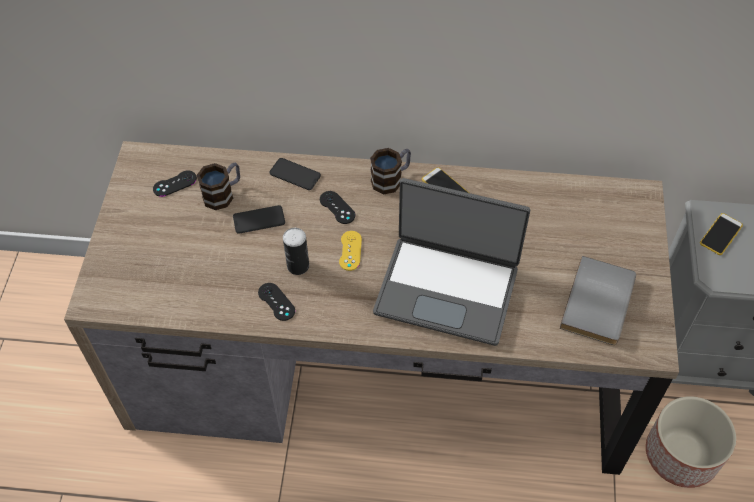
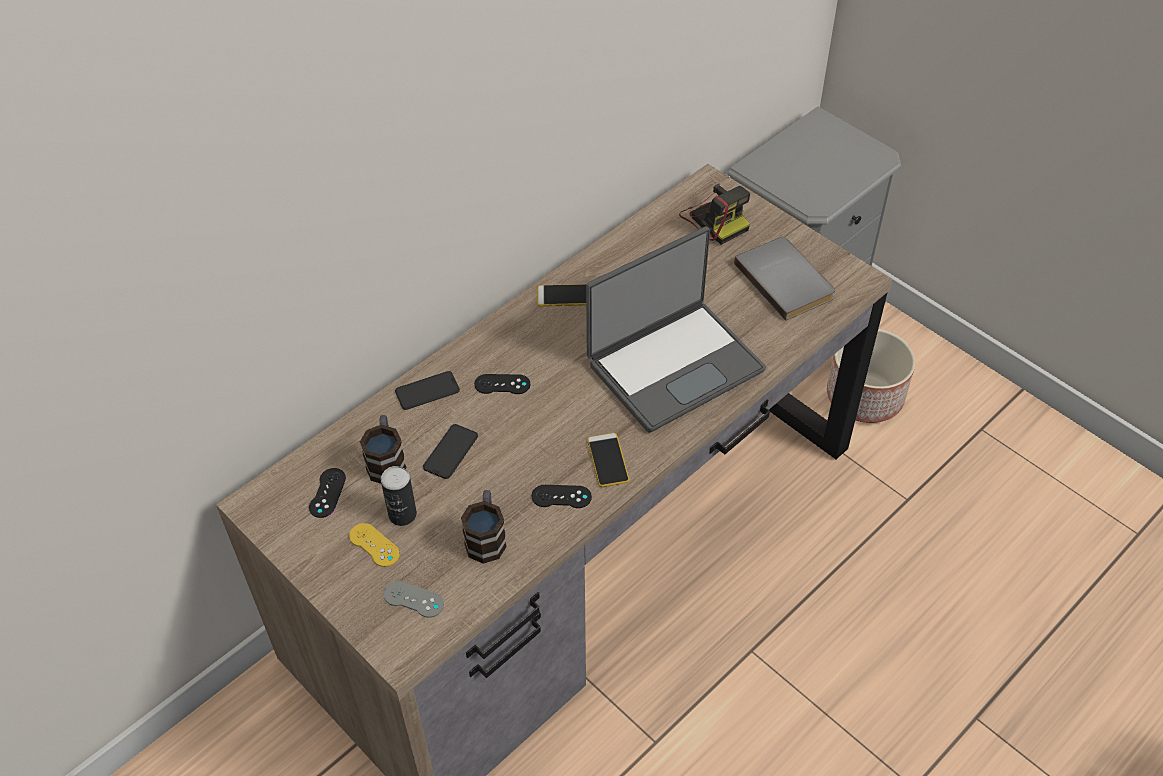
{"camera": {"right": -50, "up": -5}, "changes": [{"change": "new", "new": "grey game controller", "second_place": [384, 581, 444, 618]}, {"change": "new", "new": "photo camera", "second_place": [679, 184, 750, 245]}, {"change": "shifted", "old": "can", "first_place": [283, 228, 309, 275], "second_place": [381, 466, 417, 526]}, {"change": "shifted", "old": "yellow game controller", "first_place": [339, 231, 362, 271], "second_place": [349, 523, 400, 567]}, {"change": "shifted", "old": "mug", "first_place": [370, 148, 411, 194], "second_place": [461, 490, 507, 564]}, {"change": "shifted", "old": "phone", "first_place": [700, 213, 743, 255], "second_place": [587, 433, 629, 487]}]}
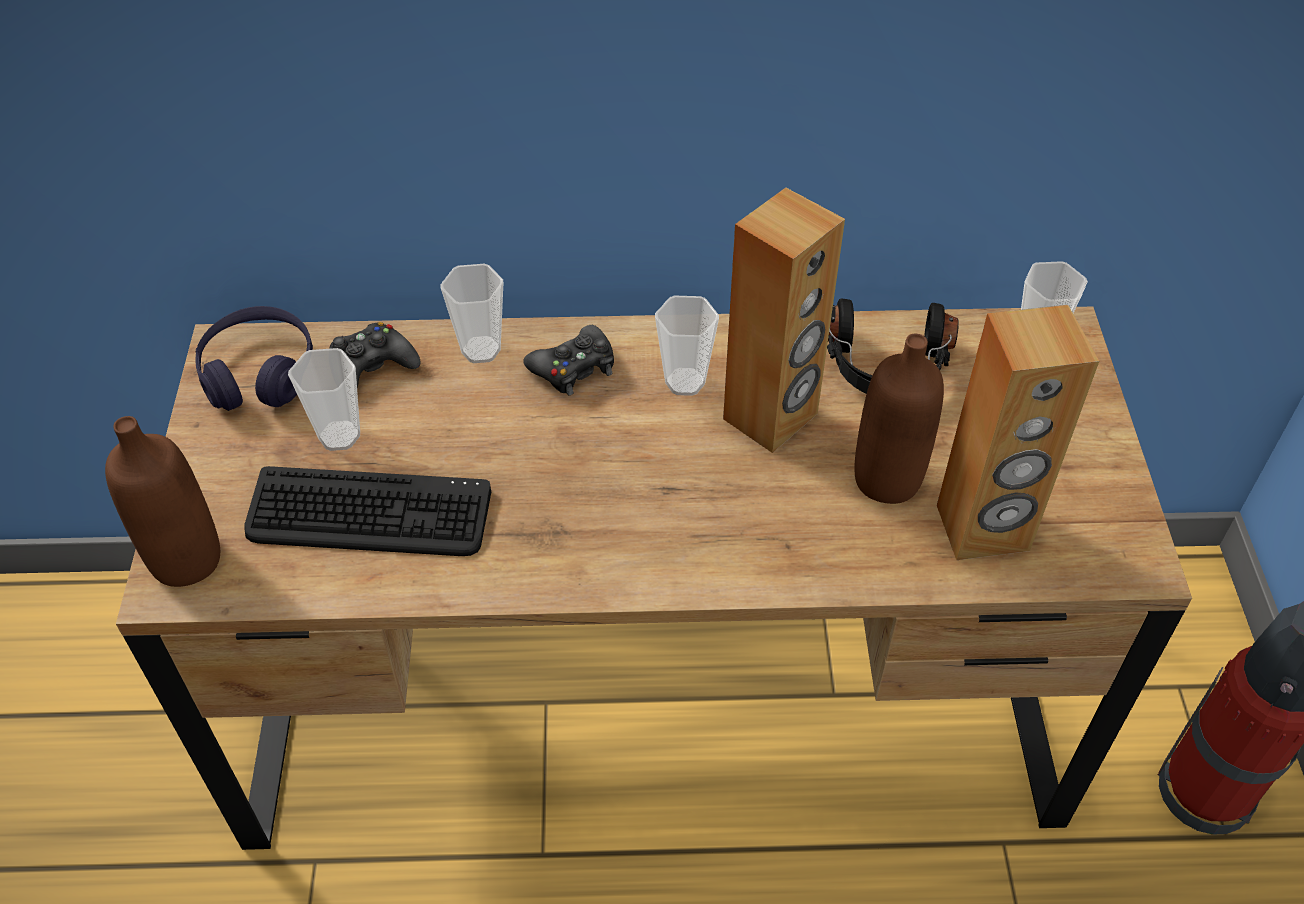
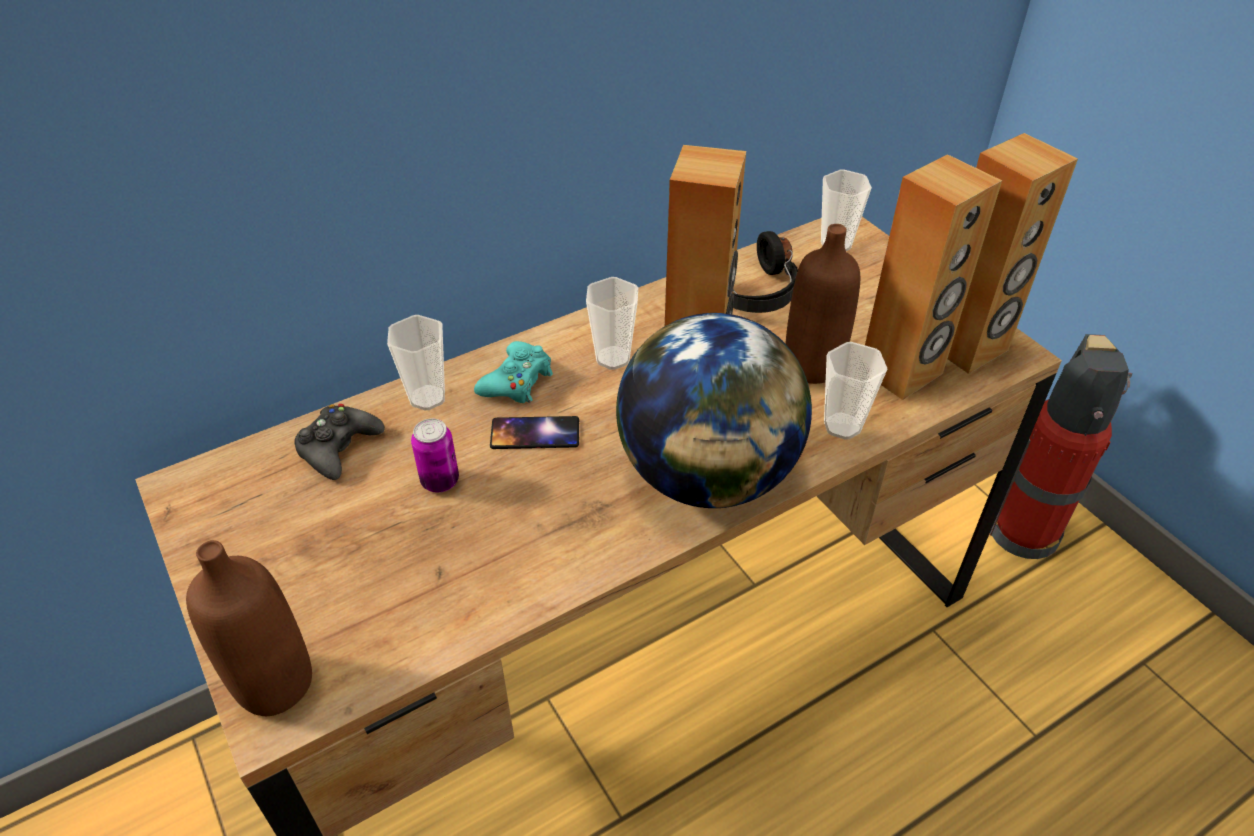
{"camera": {"right": -30, "up": -5}, "changes": [{"change": "gone", "old": "purple headphones", "first_place": [196, 306, 313, 411]}, {"change": "gone", "old": "keyboard", "first_place": [244, 466, 491, 556]}, {"change": "new", "new": "can", "second_place": [411, 419, 459, 492]}, {"change": "new", "new": "phone", "second_place": [490, 416, 579, 449]}, {"change": "new", "new": "globe", "second_place": [616, 313, 812, 508]}, {"change": "new", "new": "brown speaker", "second_place": [948, 133, 1078, 374]}, {"change": "shifted", "old": "cup", "first_place": [288, 348, 360, 451], "second_place": [824, 342, 888, 440]}, {"change": "repainted", "old": "black game controller", "new": "turquoise game controller", "first_place": [523, 325, 614, 395], "second_place": [474, 341, 553, 403]}]}
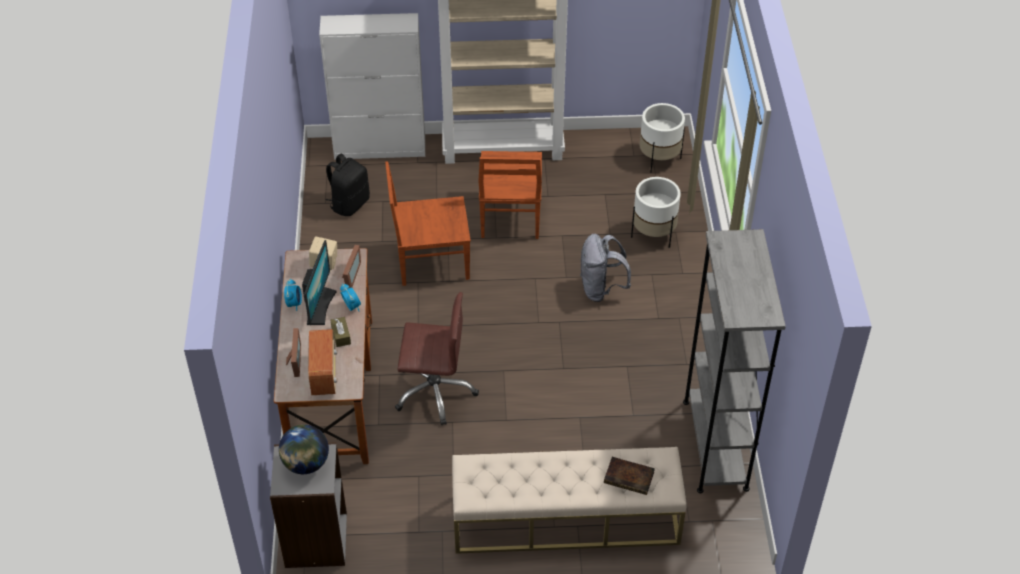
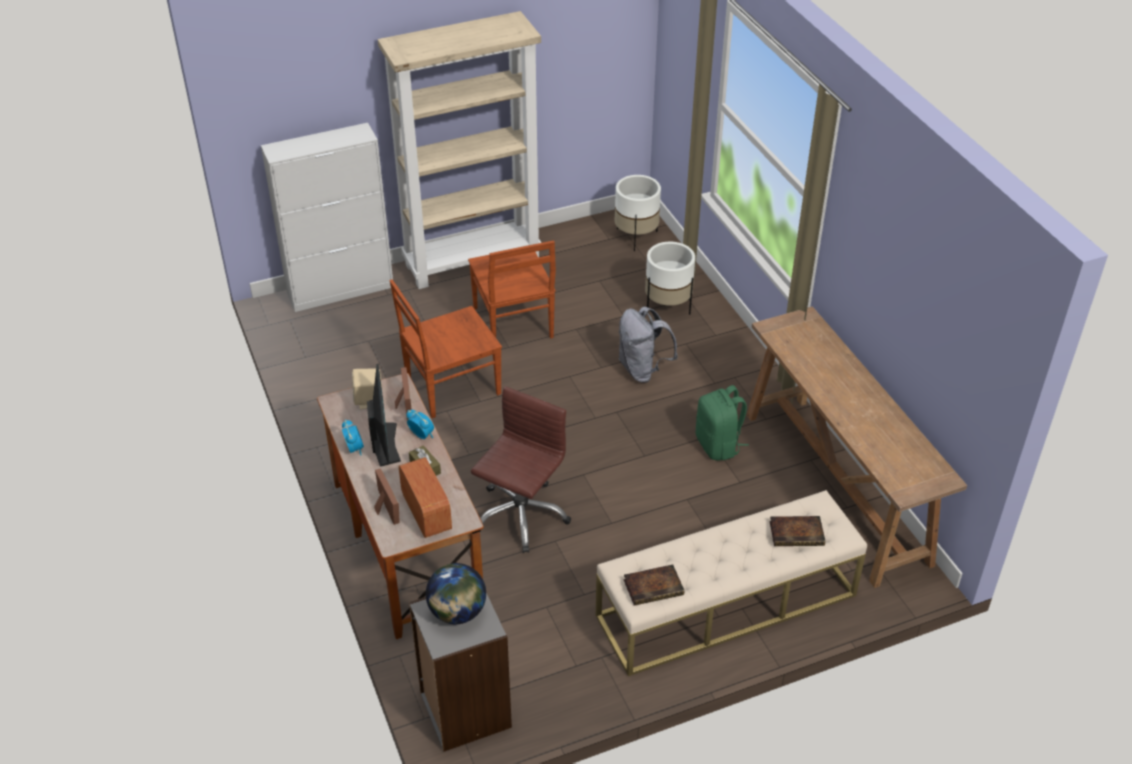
{"camera": {"right": -20, "up": -5}, "changes": [{"change": "gone", "old": "black backpack", "first_place": [326, 154, 370, 216]}, {"change": "new", "new": "book", "second_place": [624, 565, 684, 606]}, {"change": "new", "new": "green backpack", "second_place": [696, 385, 749, 461]}, {"change": "swapped", "old": "grey bookcase", "new": "brown console table", "first_place": [683, 229, 786, 493], "second_place": [747, 306, 967, 588]}, {"change": "rotated", "old": "brown office chair", "first_place": [395, 292, 479, 425], "second_place": [471, 386, 571, 553], "degrees": -45}]}
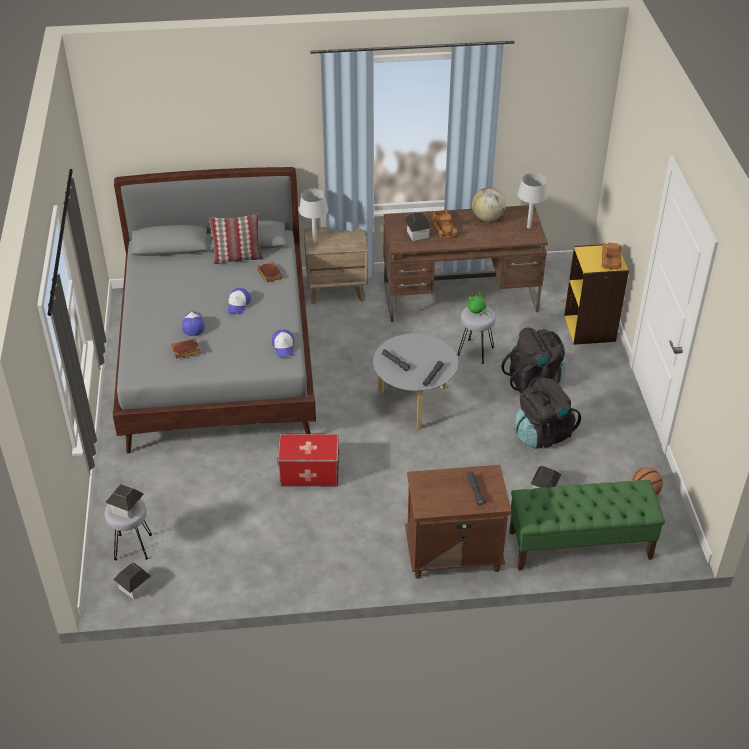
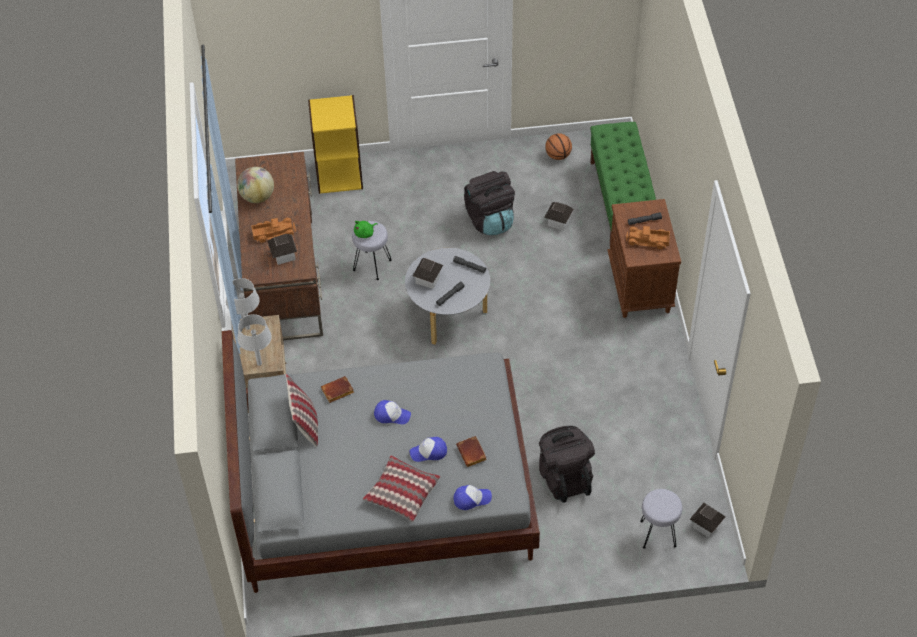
{"camera": {"right": -90, "up": 10}, "changes": [{"change": "gone", "old": "storage box", "first_place": [277, 434, 340, 486]}, {"change": "new", "new": "pillow", "second_place": [363, 455, 440, 523]}, {"change": "shifted", "old": "toy house", "first_place": [105, 484, 144, 519], "second_place": [413, 258, 443, 289]}, {"change": "shifted", "old": "cap", "first_place": [272, 329, 294, 357], "second_place": [453, 485, 492, 510]}, {"change": "shifted", "old": "black backpack", "first_place": [501, 328, 566, 394], "second_place": [539, 426, 595, 502]}, {"change": "shifted", "old": "grey table lamp", "first_place": [518, 173, 548, 228], "second_place": [226, 278, 260, 330]}, {"change": "shifted", "old": "toy truck", "first_place": [602, 243, 622, 270], "second_place": [626, 226, 670, 249]}]}
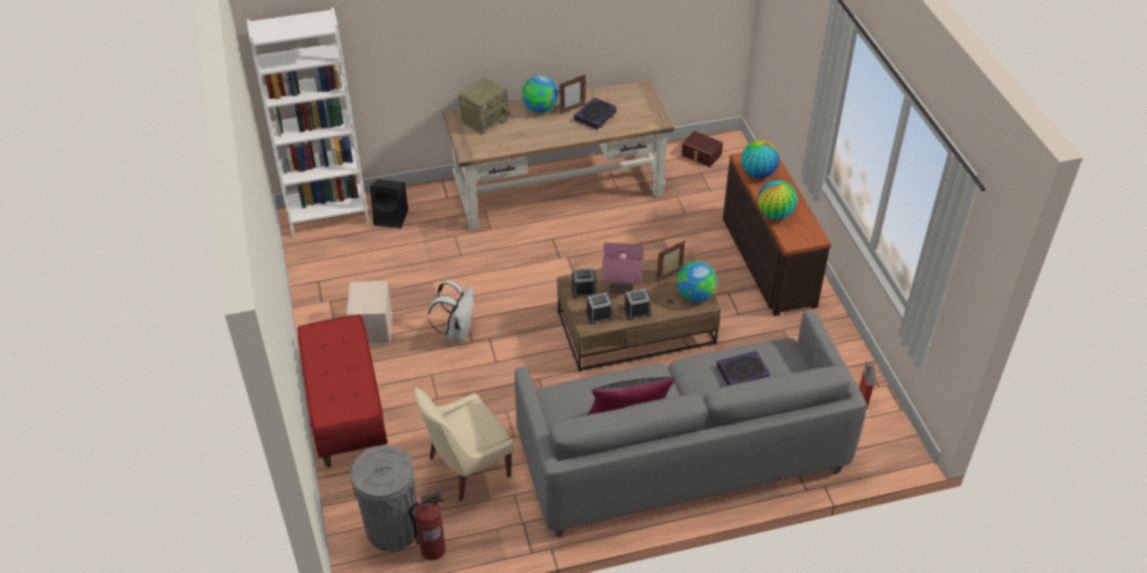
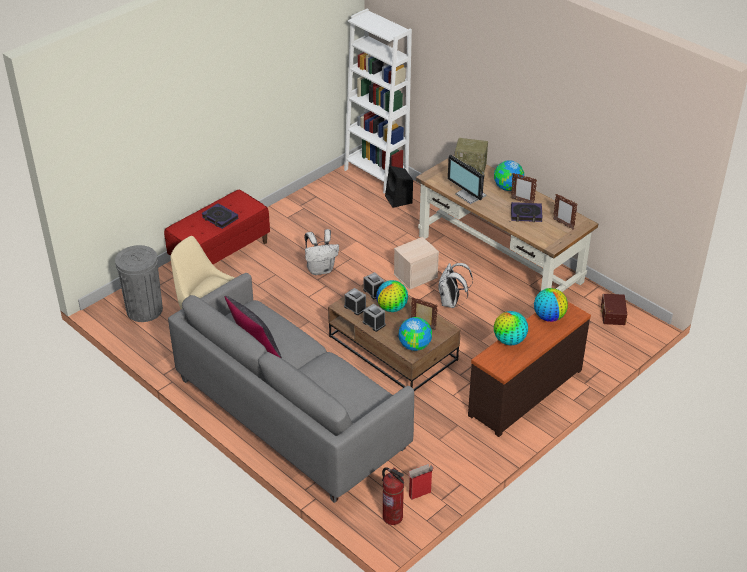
{"camera": {"right": 60, "up": -5}, "changes": [{"change": "new", "new": "white backpack", "second_place": [439, 263, 473, 308]}, {"change": "new", "new": "monitor", "second_place": [448, 155, 486, 204]}, {"change": "new", "new": "picture frame", "second_place": [553, 194, 577, 230]}, {"change": "shifted", "old": "beige storage box", "first_place": [346, 281, 392, 345], "second_place": [394, 237, 439, 290]}, {"change": "shifted", "old": "fire extinguisher", "first_place": [409, 492, 446, 560], "second_place": [382, 467, 404, 525]}, {"change": "shifted", "old": "book", "first_place": [716, 351, 771, 386], "second_place": [201, 203, 238, 229]}, {"change": "swapped", "old": "pink table lamp", "new": "globe", "first_place": [602, 242, 644, 294], "second_place": [376, 280, 408, 312]}]}
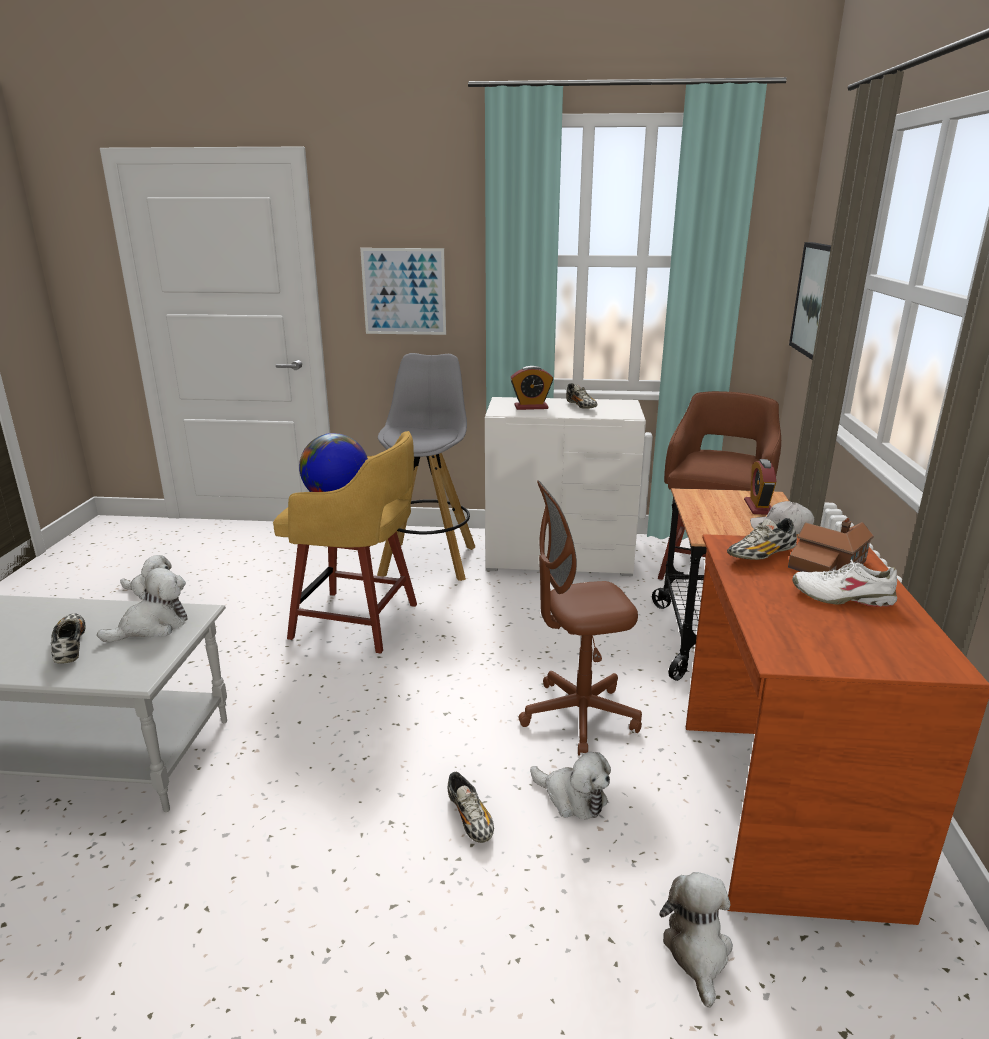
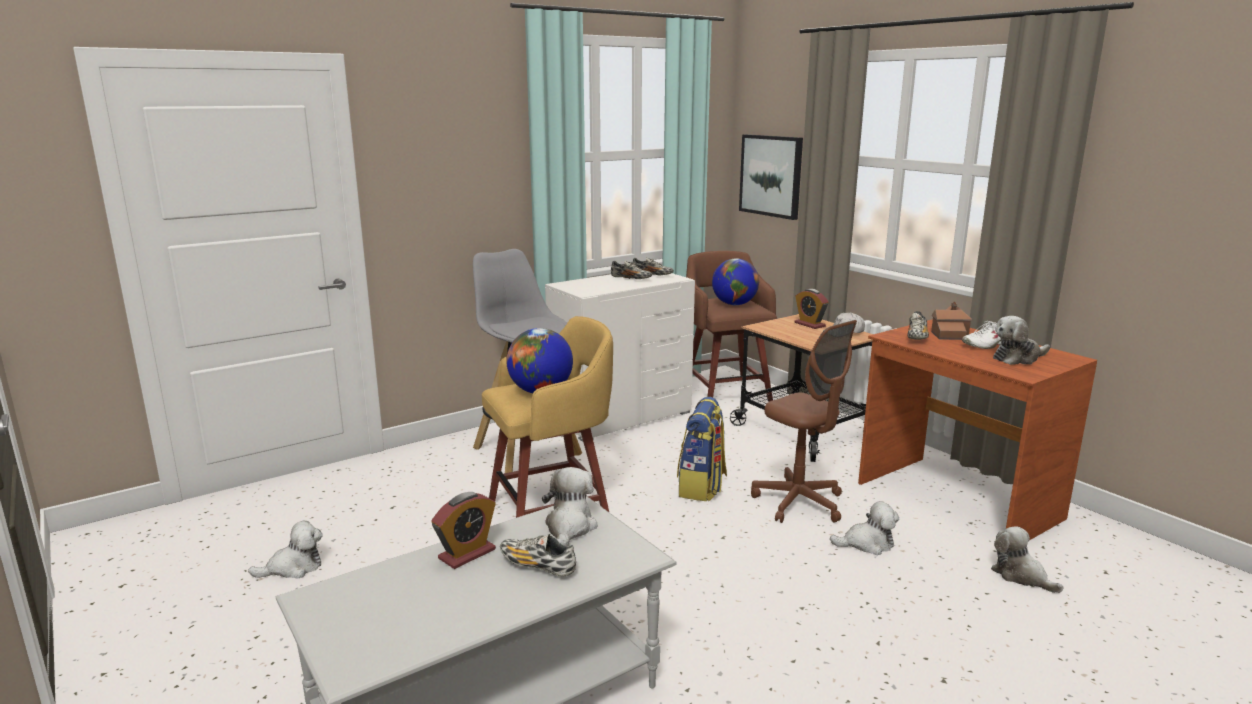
{"camera": {"right": -40, "up": -5}, "changes": [{"change": "gone", "old": "picture", "first_place": [360, 248, 446, 335]}, {"change": "new", "new": "backpack", "second_place": [677, 397, 727, 501]}, {"change": "new", "new": "globe", "second_place": [712, 259, 759, 305]}, {"change": "new", "new": "plush toy", "second_place": [993, 316, 1050, 365]}, {"change": "shifted", "old": "shoe", "first_place": [448, 772, 494, 843], "second_place": [632, 257, 674, 275]}, {"change": "shifted", "old": "alarm clock", "first_place": [510, 366, 553, 410], "second_place": [431, 492, 496, 569]}, {"change": "rotated", "old": "brown office chair", "first_place": [518, 480, 642, 756], "second_place": [751, 320, 857, 523], "degrees": -75}]}
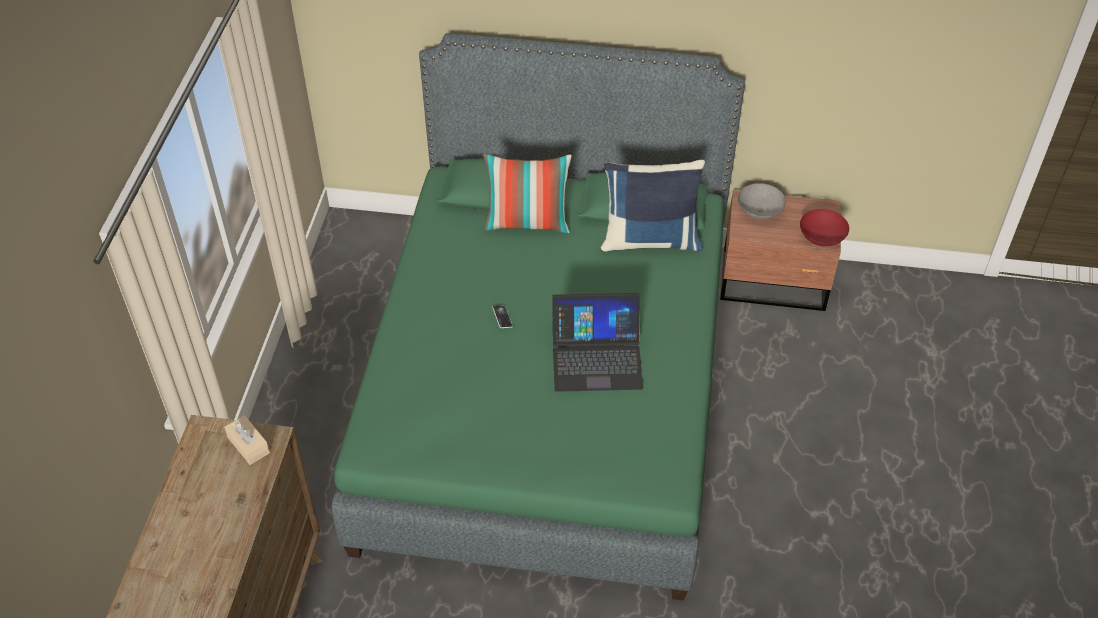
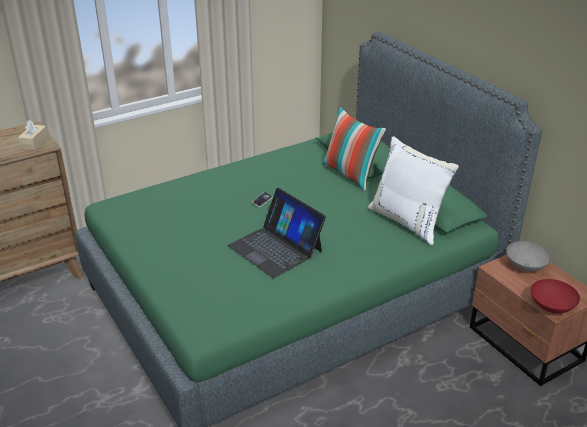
{"camera": {"right": 50, "up": -15}, "changes": [{"change": "repainted", "old": "blue pillow", "new": "white pillow", "first_place": [600, 160, 705, 252], "second_place": [368, 137, 459, 245]}]}
